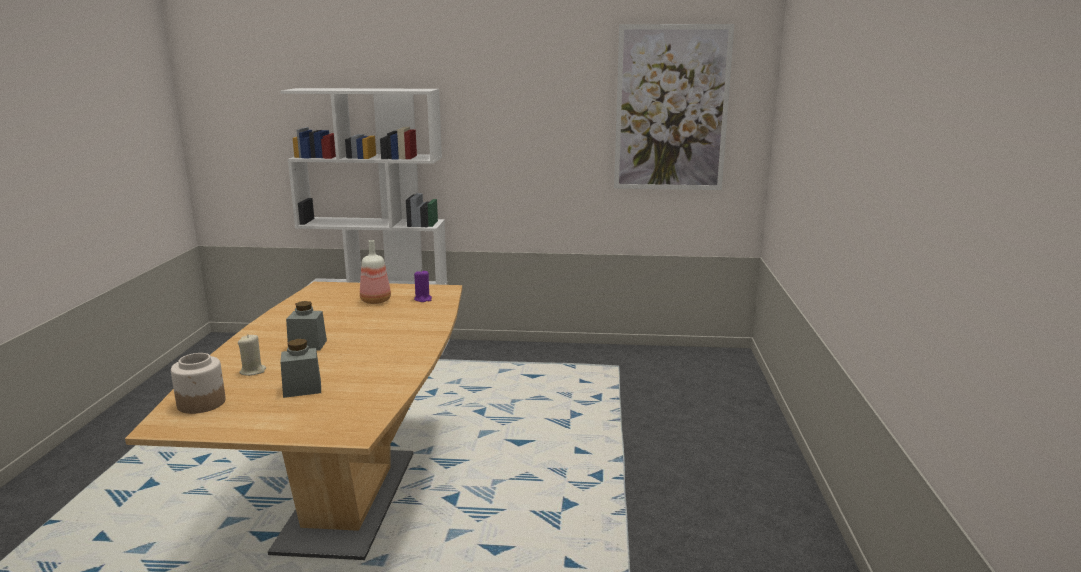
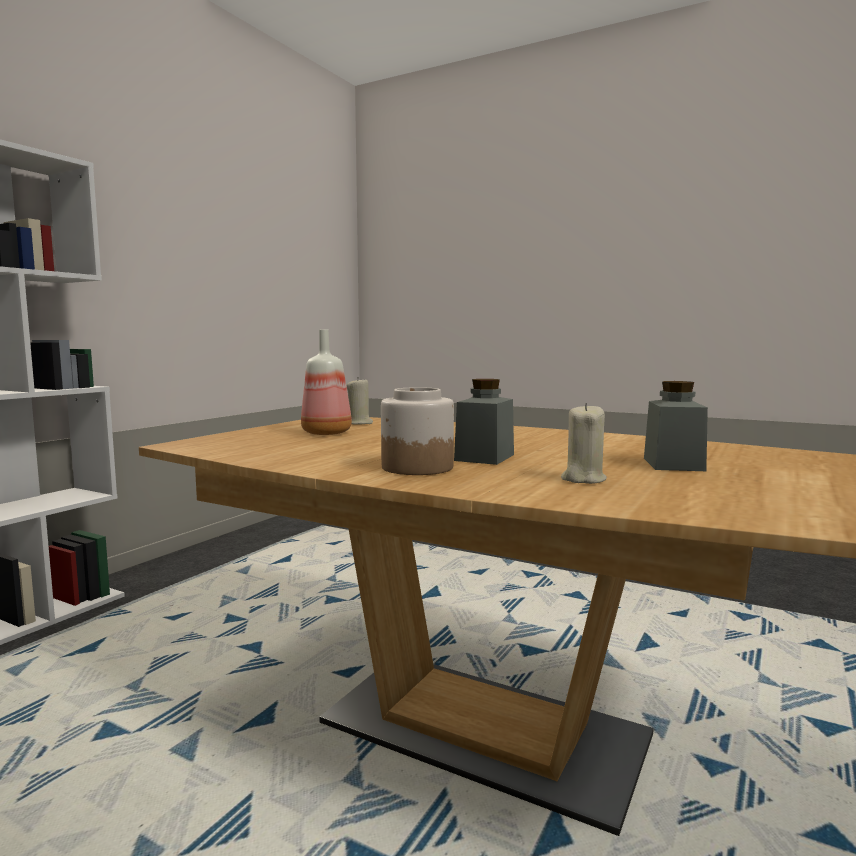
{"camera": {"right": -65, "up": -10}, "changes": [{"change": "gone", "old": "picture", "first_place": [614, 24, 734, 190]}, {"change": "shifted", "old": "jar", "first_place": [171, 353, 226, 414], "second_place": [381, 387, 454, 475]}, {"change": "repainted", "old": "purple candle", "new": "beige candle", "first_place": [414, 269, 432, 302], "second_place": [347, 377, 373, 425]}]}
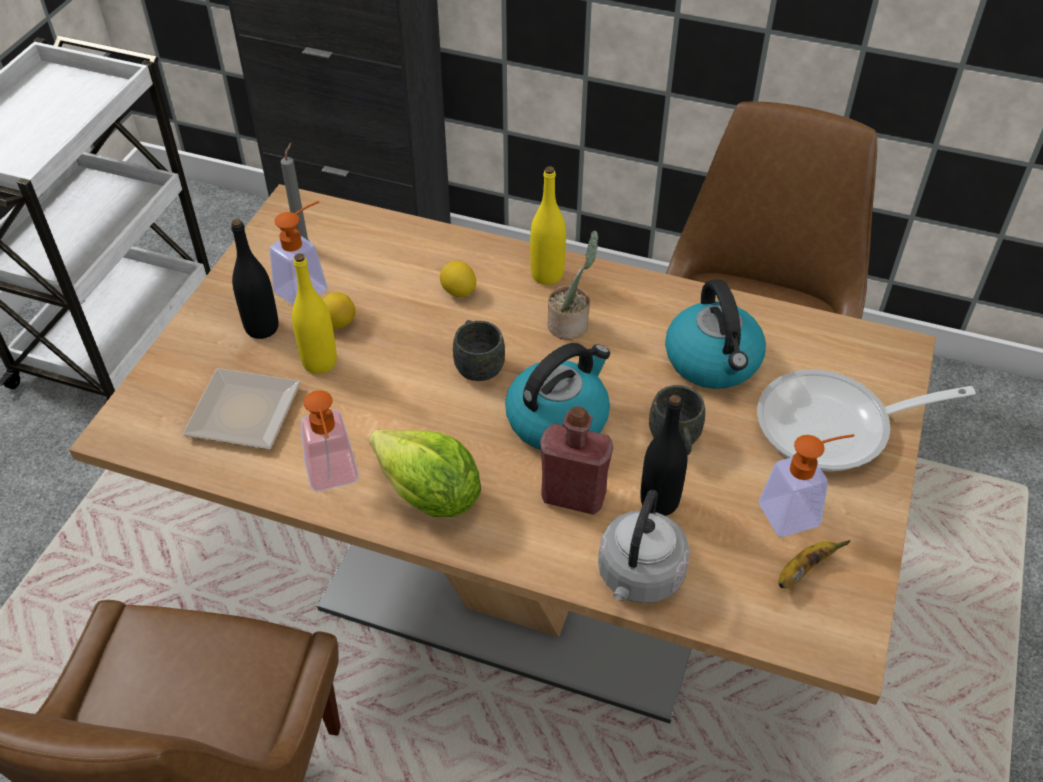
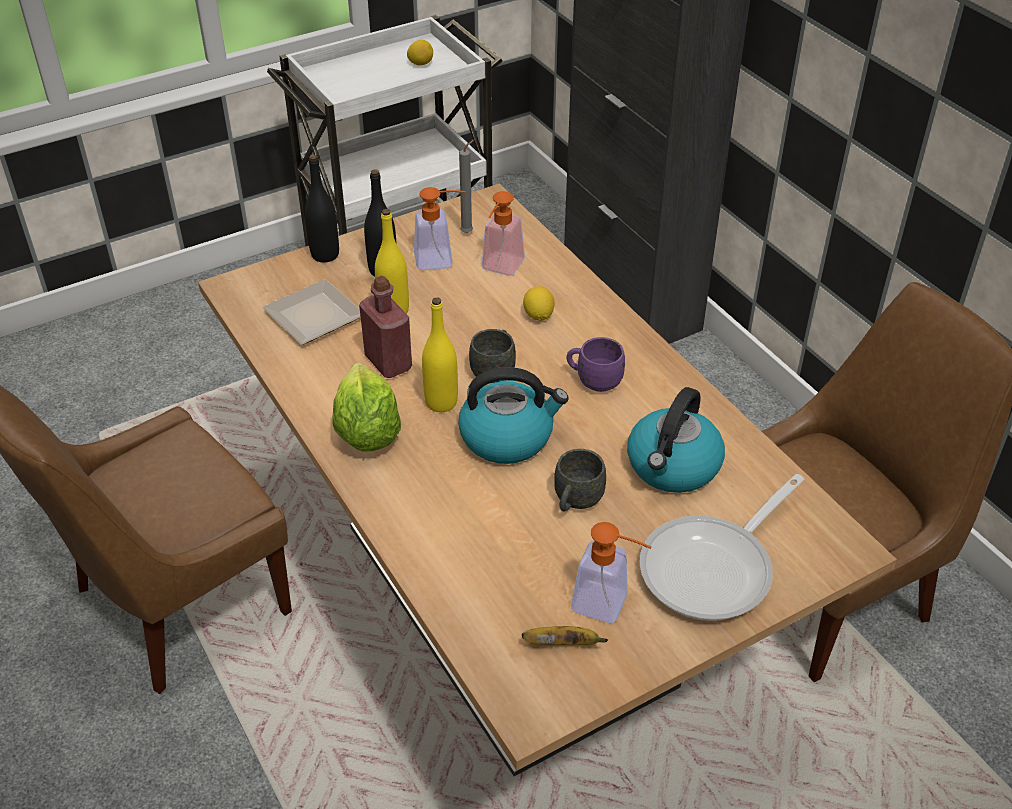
{"camera": {"right": 40, "up": -5}, "changes": [{"change": "gone", "old": "grey kettle", "first_place": [598, 490, 690, 603]}, {"change": "shifted", "old": "soap dispenser", "first_place": [301, 390, 359, 491], "second_place": [482, 191, 525, 276]}, {"change": "shifted", "old": "lemon", "first_place": [322, 292, 356, 329], "second_place": [407, 40, 433, 65]}, {"change": "shifted", "old": "yellow bottle", "first_place": [530, 166, 566, 285], "second_place": [422, 297, 458, 412]}, {"change": "shifted", "old": "red bottle", "first_place": [540, 406, 613, 515], "second_place": [359, 276, 412, 378]}, {"change": "shifted", "old": "black bottle", "first_place": [640, 395, 688, 516], "second_place": [305, 155, 339, 263]}, {"change": "swapped", "old": "potted plant", "new": "purple mug", "first_place": [548, 230, 598, 340], "second_place": [566, 337, 625, 392]}, {"change": "rotated", "old": "frying pan", "first_place": [757, 369, 976, 471], "second_place": [639, 474, 805, 621], "degrees": -75}]}
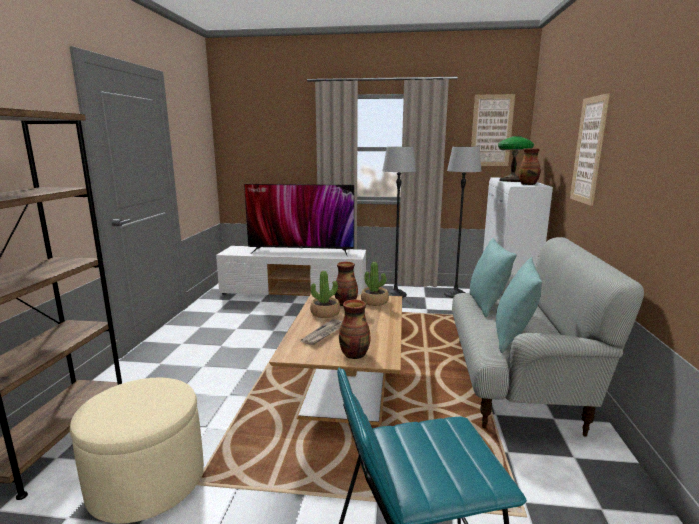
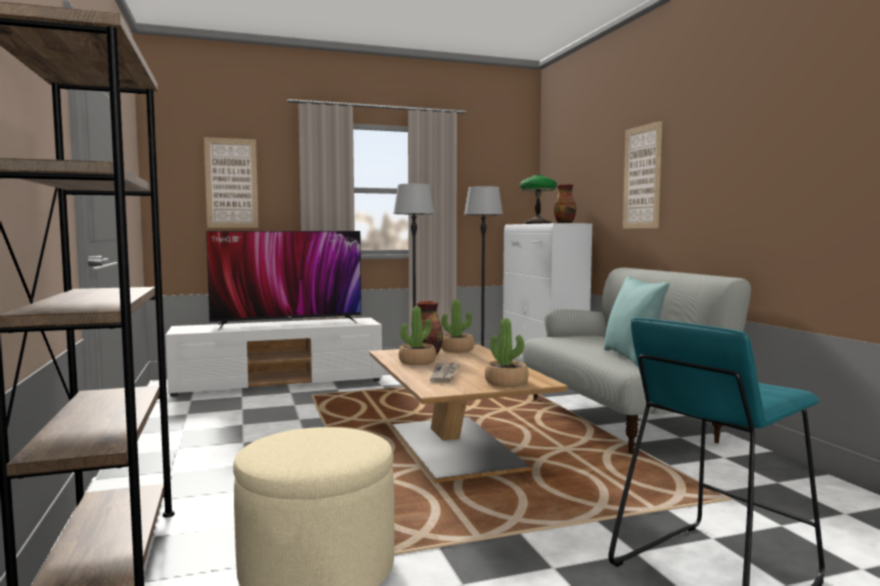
{"camera": {"right": -25, "up": -10}, "changes": [{"change": "gone", "old": "turquoise pillow", "first_place": [470, 238, 517, 317]}, {"change": "shifted", "old": "picture", "first_place": [471, 94, 515, 166], "second_place": [204, 137, 259, 228]}, {"change": "swapped", "old": "vase", "new": "potted plant", "first_place": [339, 300, 370, 359], "second_place": [485, 318, 529, 387]}]}
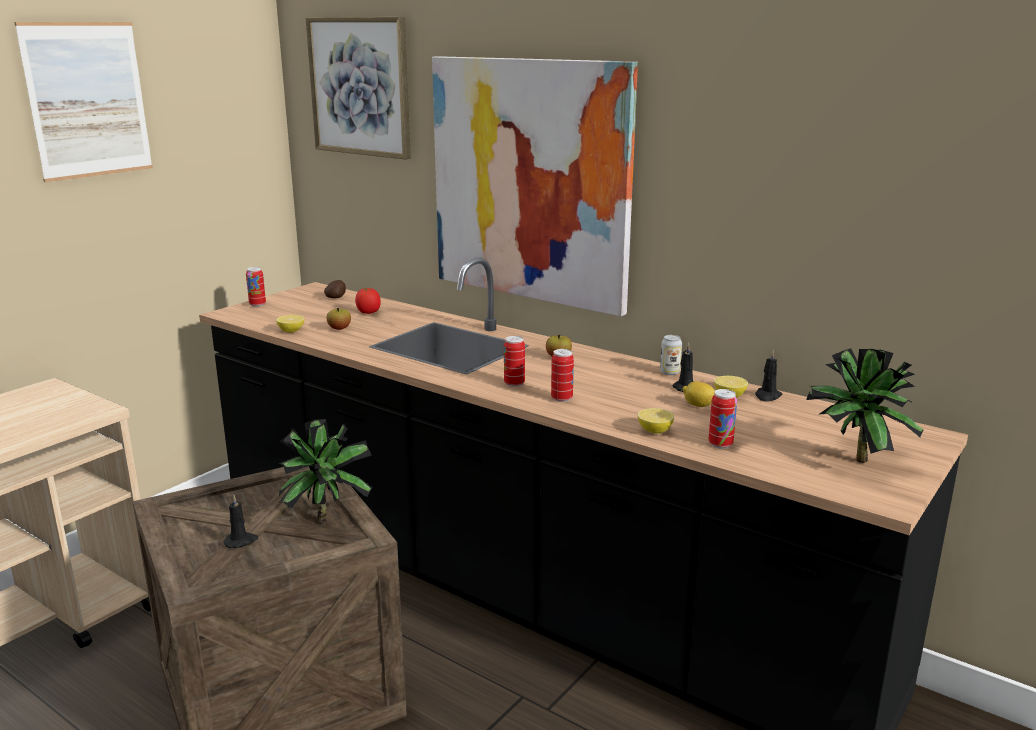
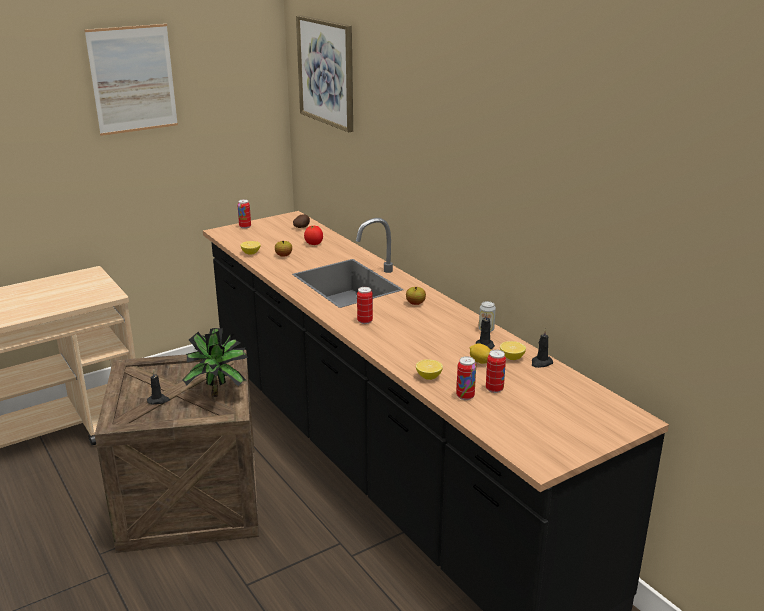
{"camera": {"right": 20, "up": 5}, "changes": [{"change": "gone", "old": "picture", "first_place": [432, 56, 638, 316]}, {"change": "gone", "old": "potted plant", "first_place": [806, 348, 923, 463]}, {"change": "shifted", "old": "can", "first_place": [551, 349, 574, 402], "second_place": [486, 350, 506, 393]}]}
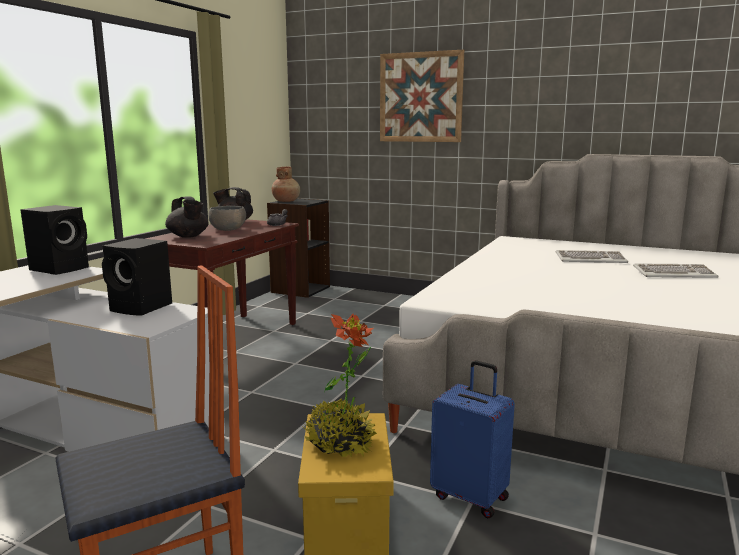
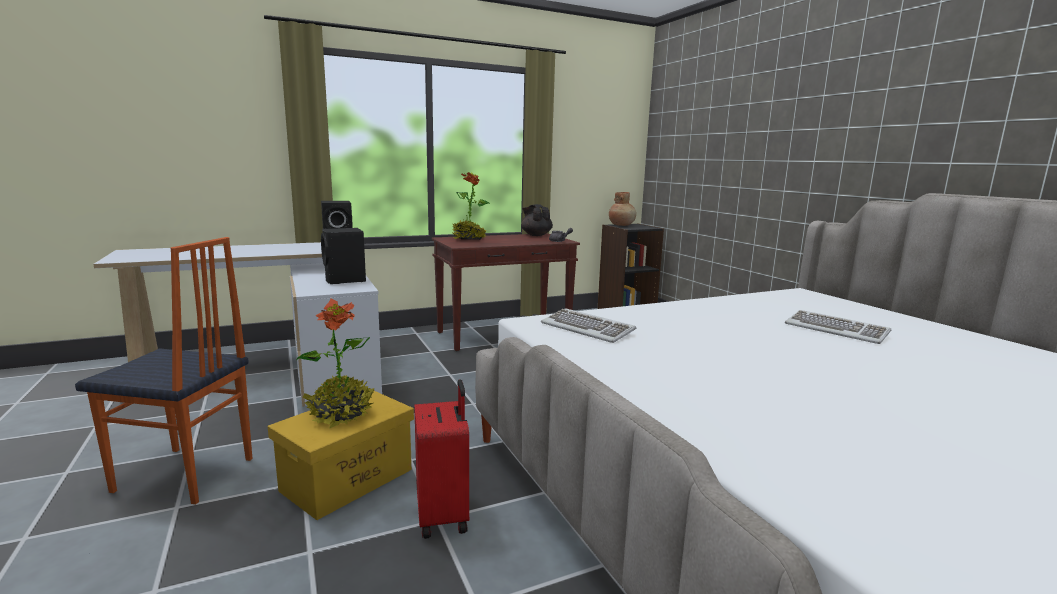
{"camera": {"right": 40, "up": 0}, "changes": [{"change": "gone", "old": "grey bowl", "first_place": [209, 206, 246, 231]}, {"change": "gone", "old": "picture", "first_place": [380, 50, 464, 142]}, {"change": "shifted", "old": "keyboard", "first_place": [633, 264, 718, 278], "second_place": [541, 308, 636, 343]}, {"change": "swapped", "old": "black teapot", "new": "potted plant", "first_place": [165, 197, 208, 238], "second_place": [452, 172, 490, 240]}, {"change": "repainted", "old": "blue suitcase", "new": "red suitcase", "first_place": [430, 360, 515, 518], "second_place": [414, 380, 469, 539]}]}
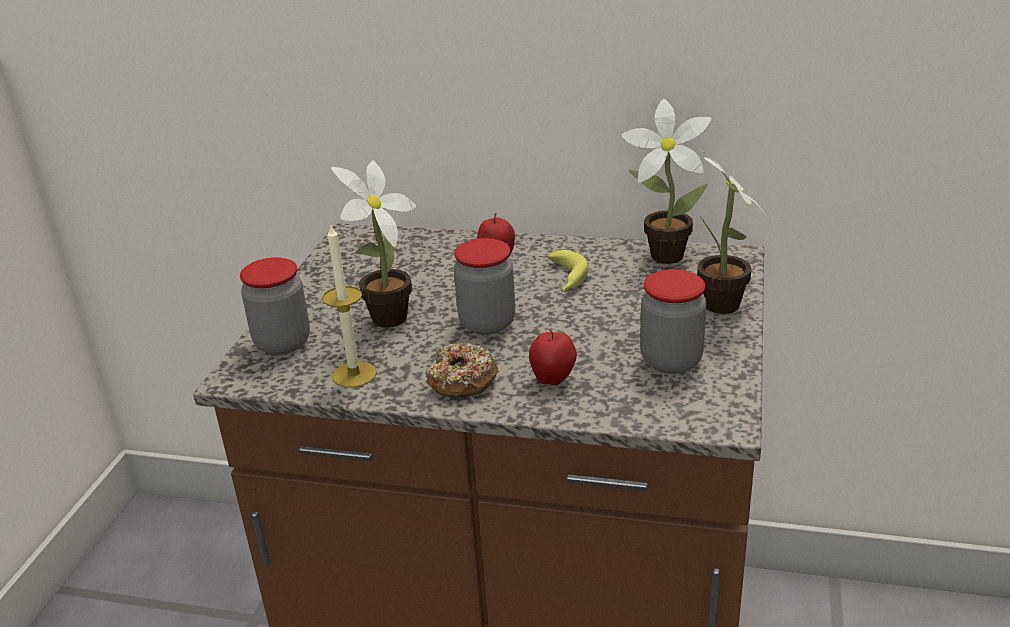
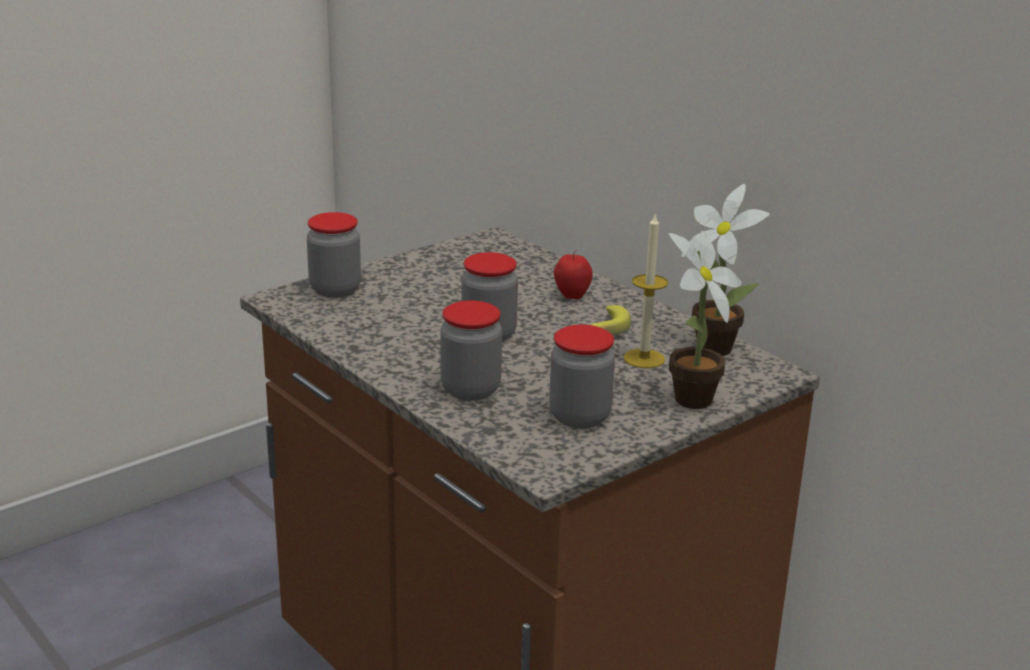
{"camera": {"right": 35, "up": -5}, "changes": [{"change": "gone", "old": "potted plant", "first_place": [331, 160, 416, 328]}, {"change": "gone", "old": "donut", "first_place": [426, 343, 499, 398]}, {"change": "shifted", "old": "candle", "first_place": [322, 223, 377, 388], "second_place": [624, 213, 668, 368]}, {"change": "swapped", "old": "apple", "new": "jar", "first_place": [529, 329, 577, 385], "second_place": [440, 300, 502, 401]}]}
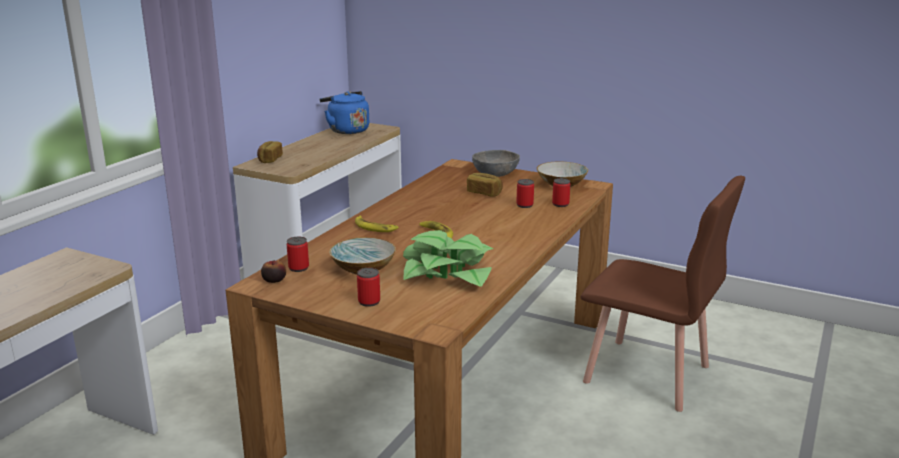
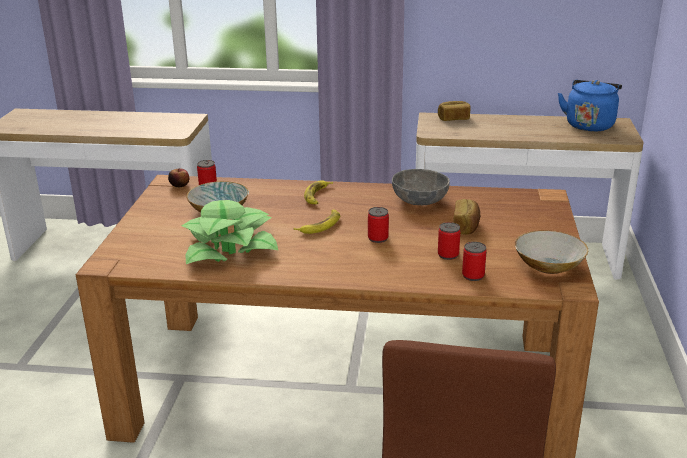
{"camera": {"right": 70, "up": 5}, "changes": [{"change": "shifted", "old": "can", "first_place": [357, 268, 380, 307], "second_place": [368, 207, 389, 243]}, {"change": "shifted", "old": "grey bowl", "first_place": [472, 150, 520, 177], "second_place": [392, 169, 450, 205]}]}
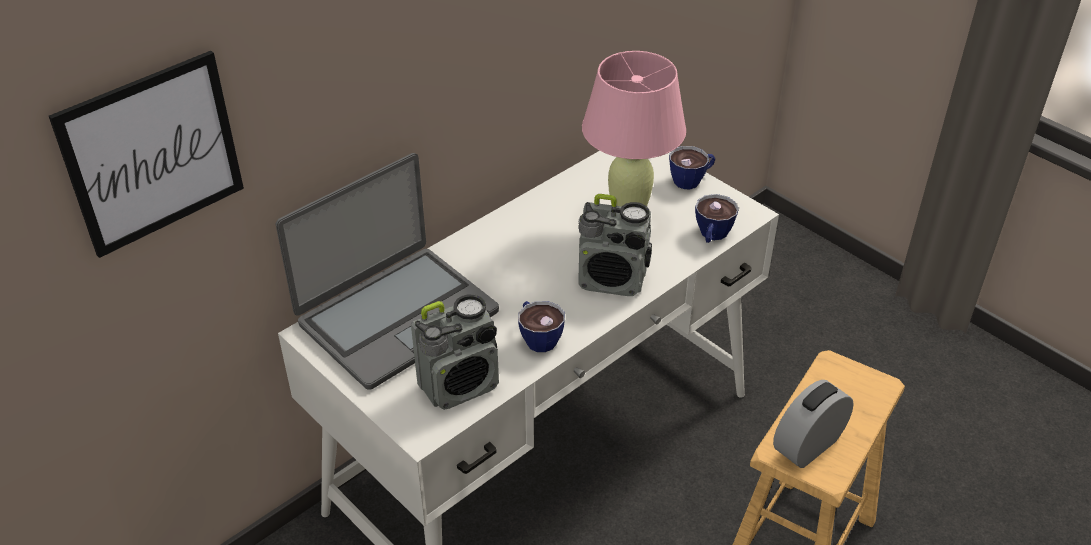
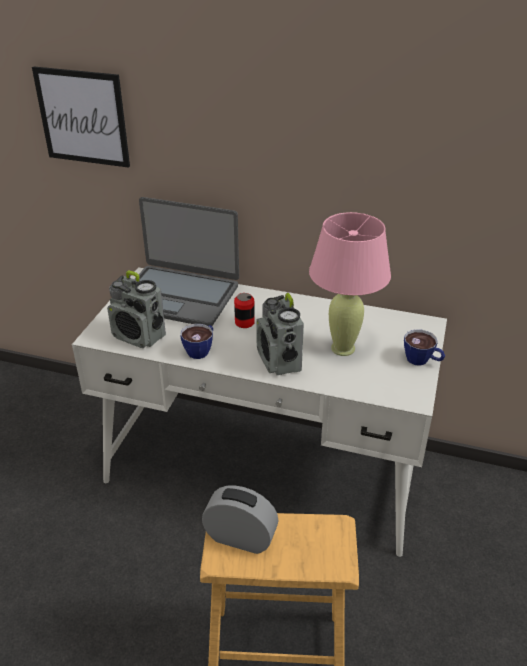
{"camera": {"right": 60, "up": -5}, "changes": [{"change": "gone", "old": "cup", "first_place": [695, 194, 739, 243]}, {"change": "new", "new": "can", "second_place": [234, 293, 255, 328]}]}
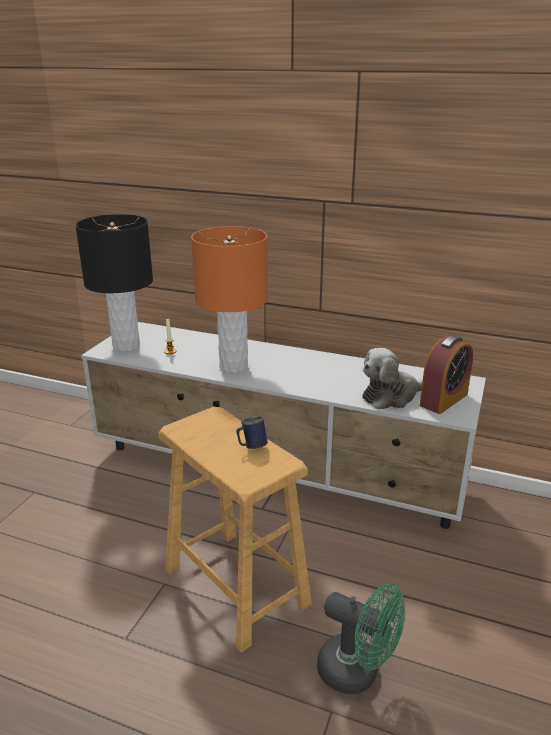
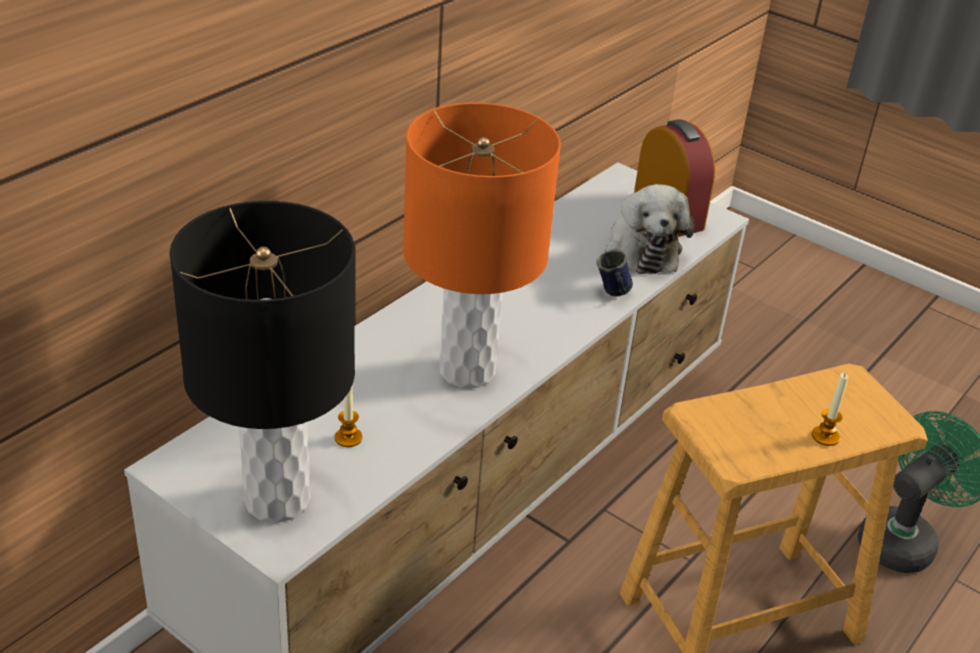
{"camera": {"right": -75, "up": 10}, "changes": [{"change": "new", "new": "candle", "second_place": [812, 373, 848, 446]}, {"change": "shifted", "old": "blue mug", "first_place": [236, 416, 268, 449], "second_place": [597, 249, 633, 296]}]}
